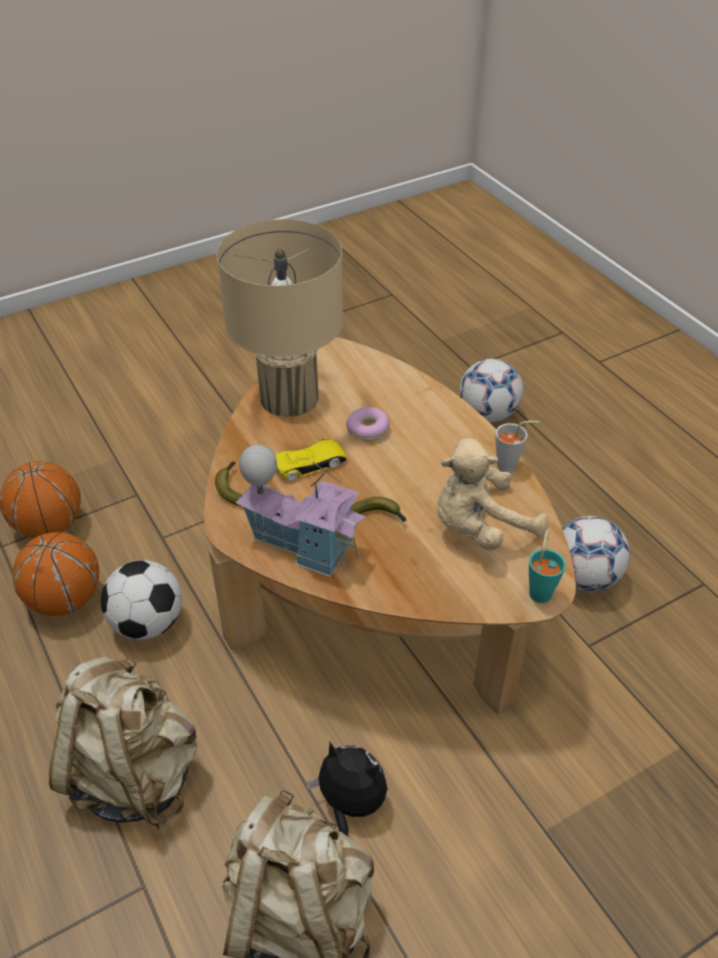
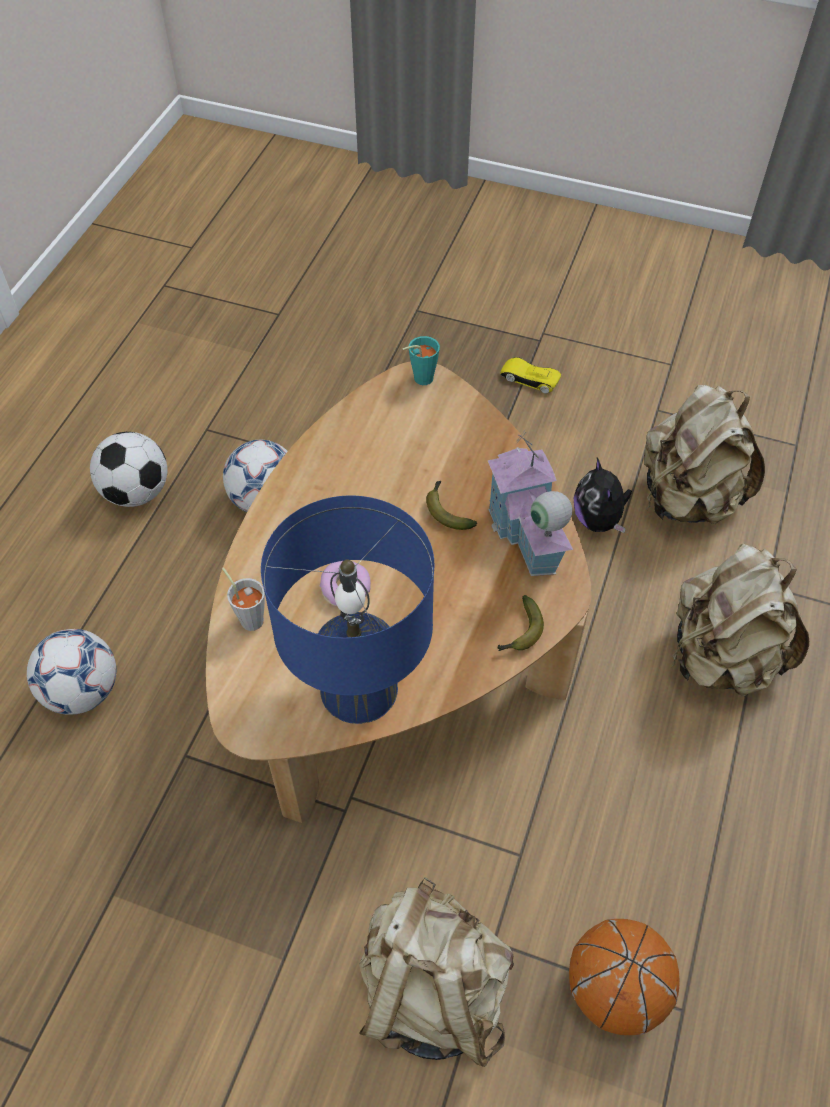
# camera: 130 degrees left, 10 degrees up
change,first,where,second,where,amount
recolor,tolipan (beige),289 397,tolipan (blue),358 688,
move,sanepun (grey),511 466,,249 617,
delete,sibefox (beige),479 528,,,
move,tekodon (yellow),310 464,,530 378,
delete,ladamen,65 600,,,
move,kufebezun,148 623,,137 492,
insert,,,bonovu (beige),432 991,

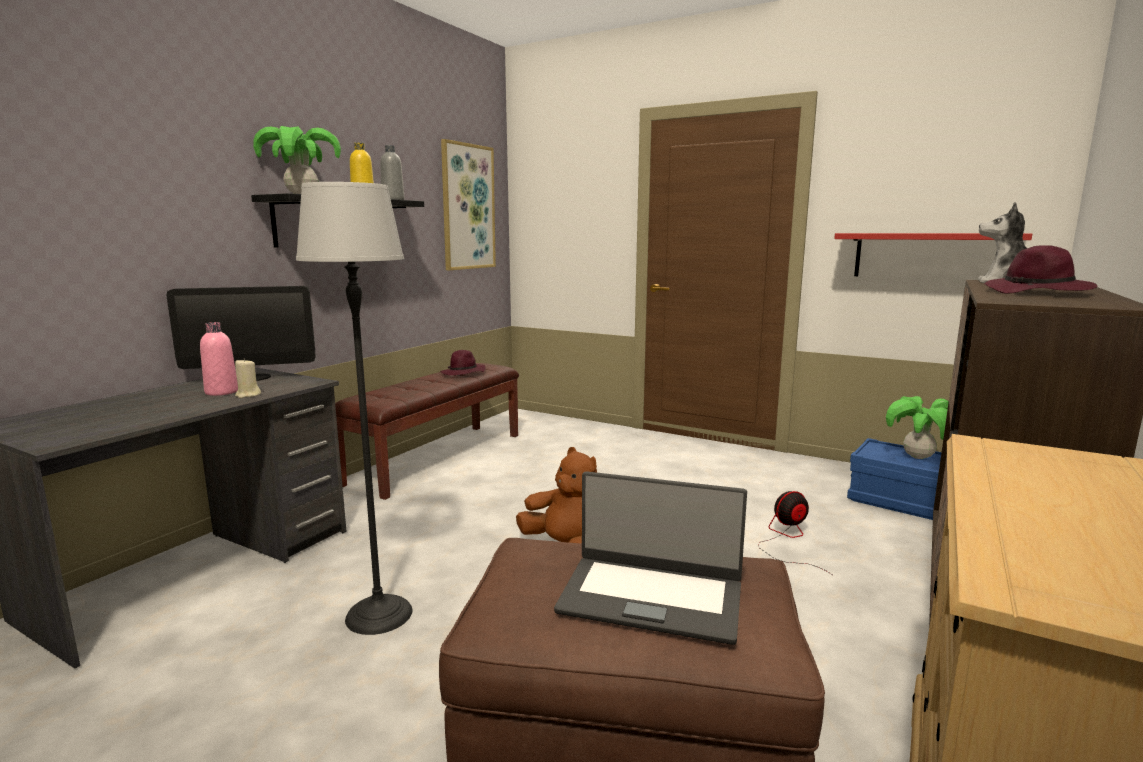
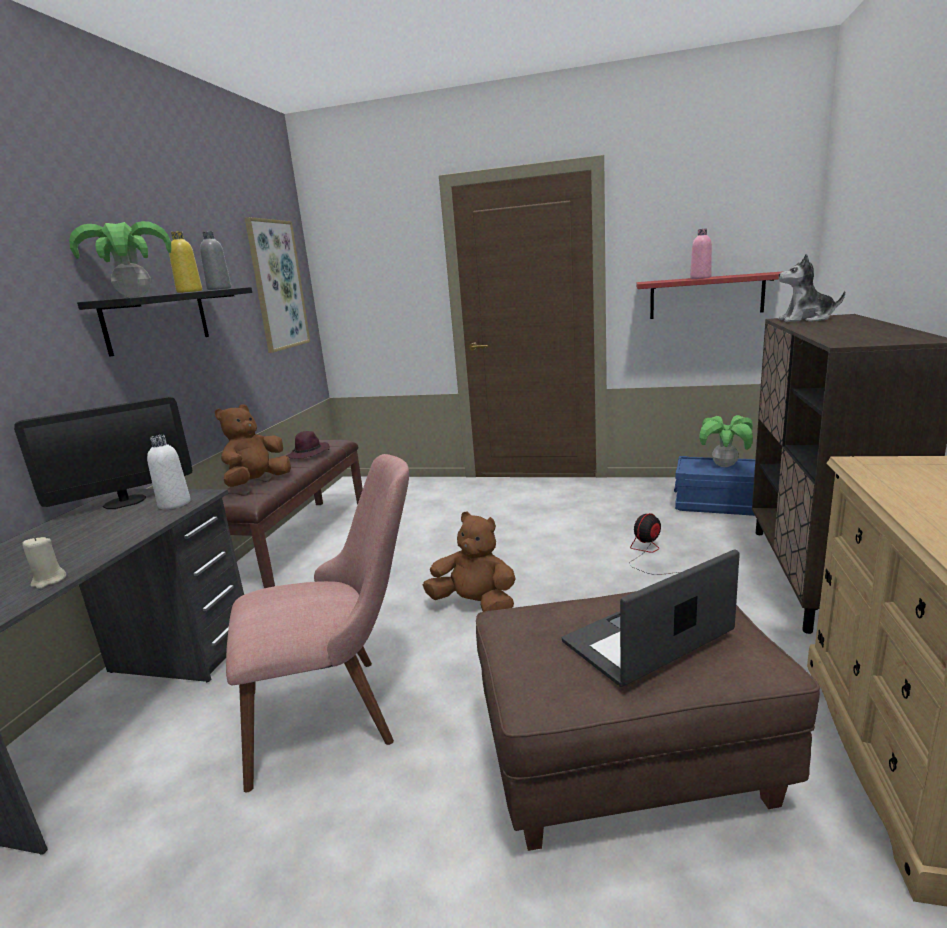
# camera: 15 degrees left, 5 degrees up
change,first,where,second,where,amount
replace,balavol,379 615,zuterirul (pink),339 709,
delete,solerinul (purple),1038 292,,,
move,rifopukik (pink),221 392,,700 278,
move,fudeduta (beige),248 395,,49 581,
rotate,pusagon,651 597,,649 639,150 degrees clockwise
insert,,,sibefox (brown),257 482,
insert,,,rifopukik (white),174 504,

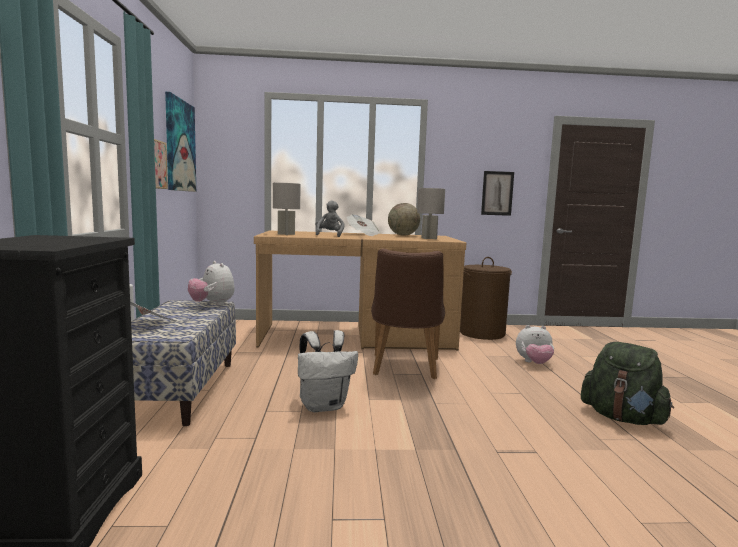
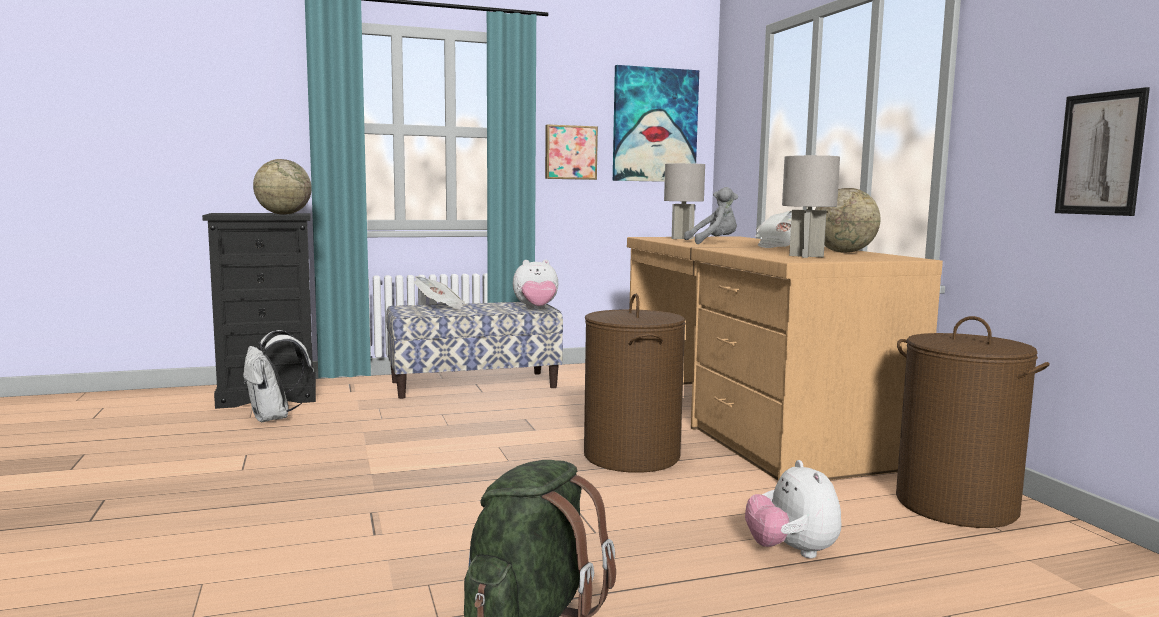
# camera: 75 degrees right, 0 degrees up
change,first,where,second,where,amount
replace,zuterirul (brown),404 368,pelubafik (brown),631 456,
rotate,sibefox,212 304,,536 309,135 degrees counterclockwise
move,bonovu (white),324 406,,274 418,
insert,,,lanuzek,283 214,

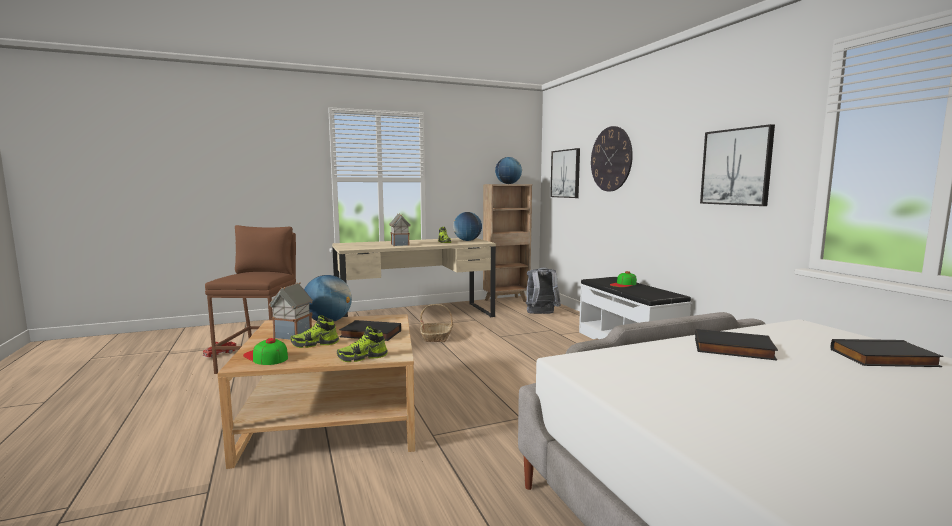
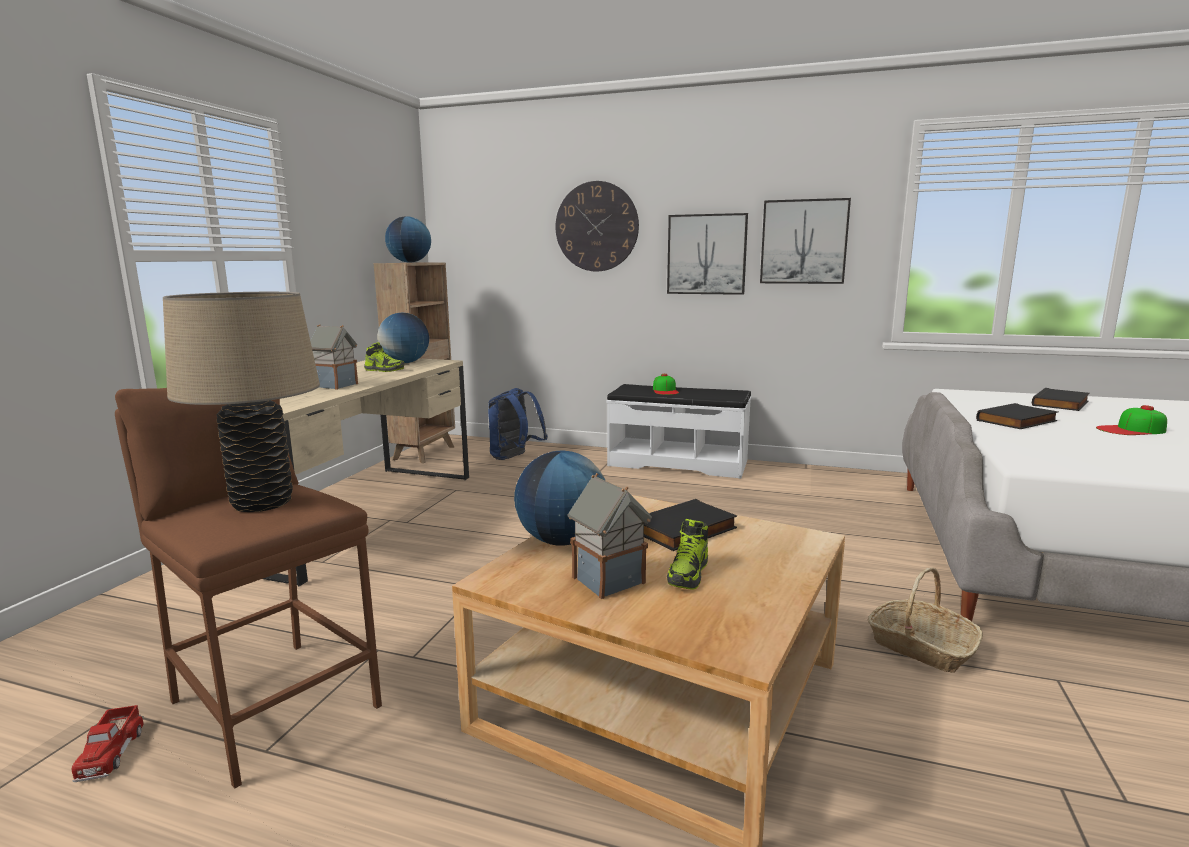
# camera: 50 degrees left, 5 degrees up
change,first,where,second,where,amount
move,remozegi,566 173,,706 254,
recolor,bonovu (grey),541 314,bonovu (blue),515 457,
move,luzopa,437 337,,920 647,
delete,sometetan,362 357,,,
move,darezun,266 356,,1131 430,
insert,,,tolipan (beige),262 503,

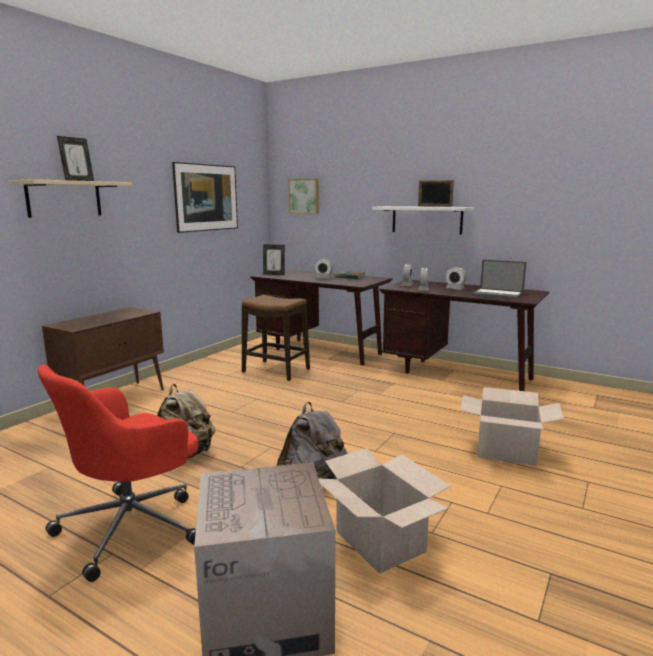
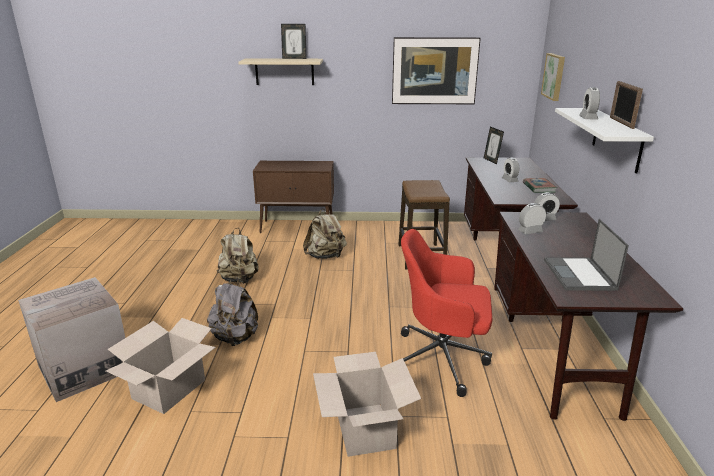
# camera: 60 degrees right, 10 degrees up
change,first,where,second,where,amount
move,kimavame,455 289,,588 118,
move,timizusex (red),133 526,,442 359,
insert,,,bonovu (beige),325 256,

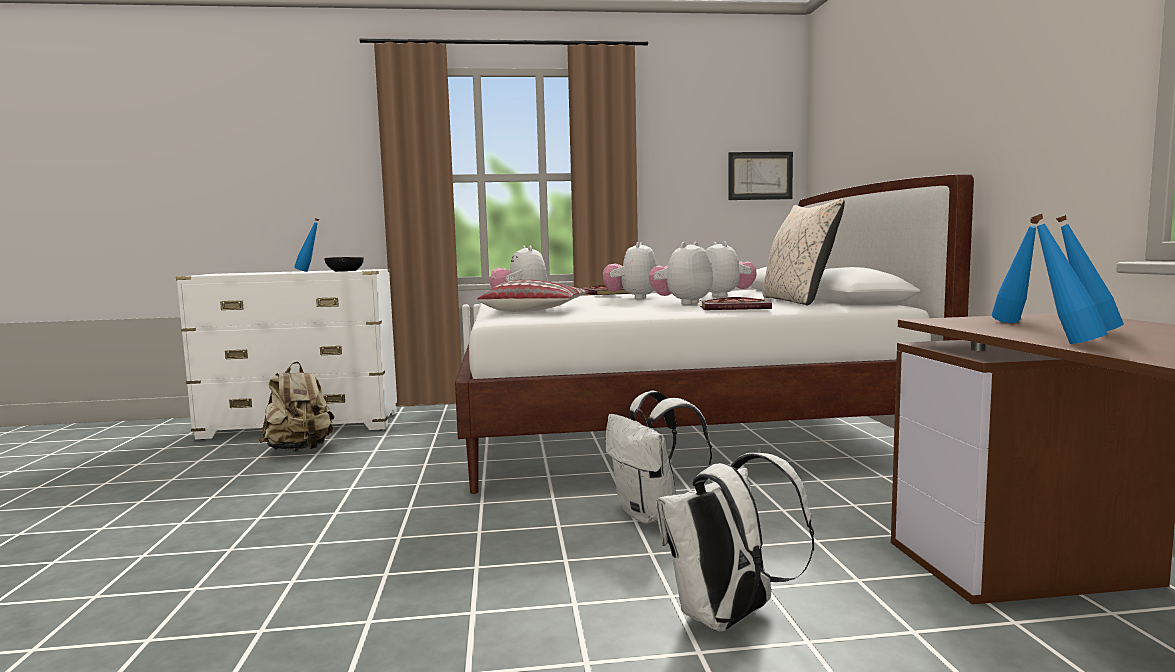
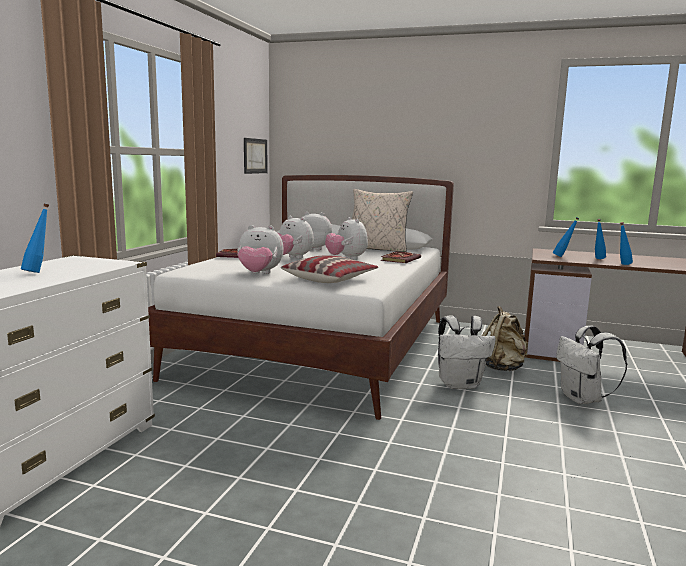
# camera: 65 degrees left, 5 degrees up
change,first,where,second,where,amount
delete,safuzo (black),344 271,,,
move,bonovu (beige),300 450,,503 368,

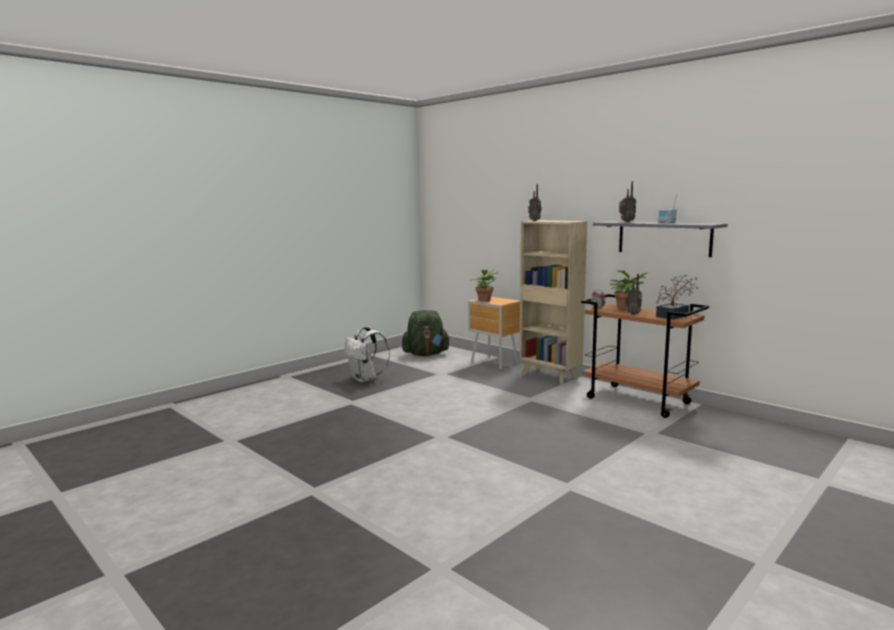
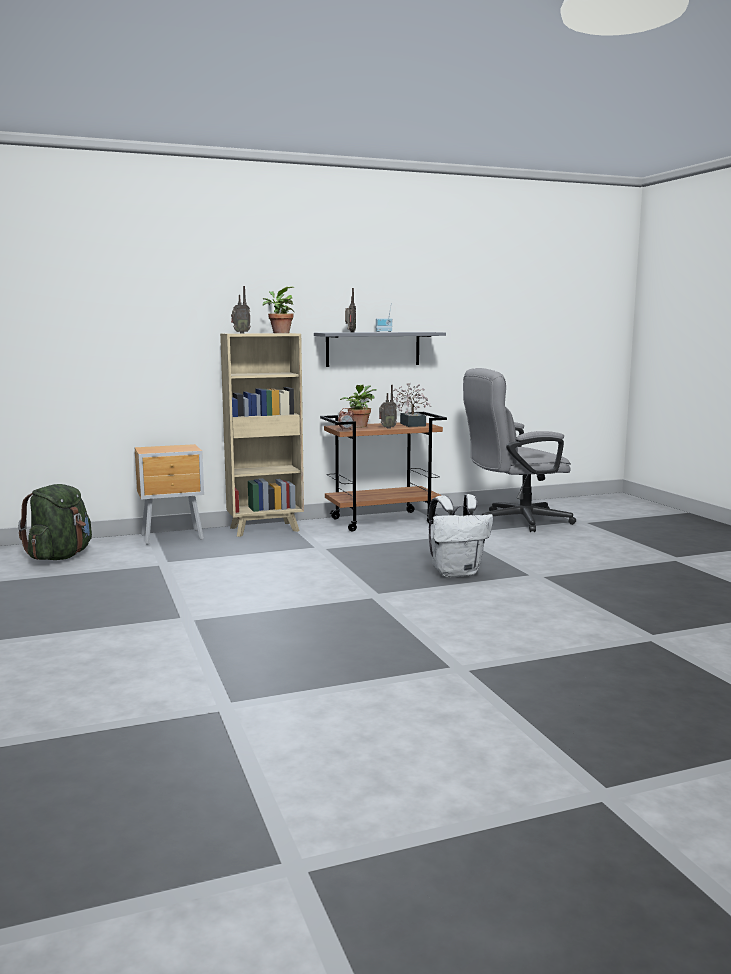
# camera: 65 degrees left, 0 degrees up
change,first,where,second,where,amount
move,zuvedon,484 300,,279 333,
move,bonovu (white),365 379,,456 573,
insert,,,timizusex (grey),514 521,

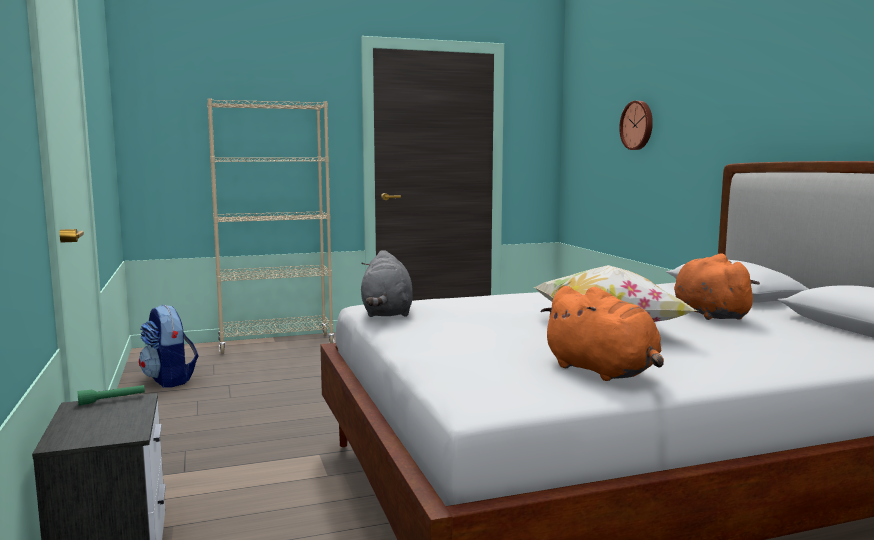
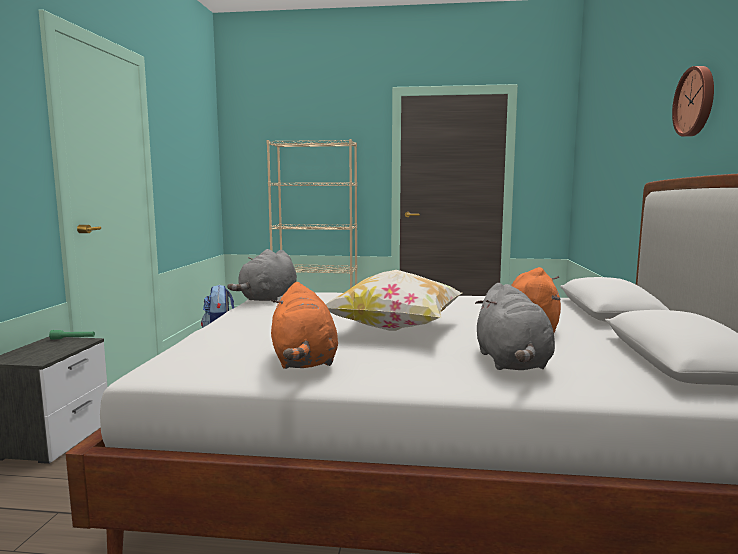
# camera: 25 degrees right, 0 degrees up
change,first,where,second,where,amount
move,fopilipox,638 125,,696 101,
insert,,,sibefox (grey),512 363,

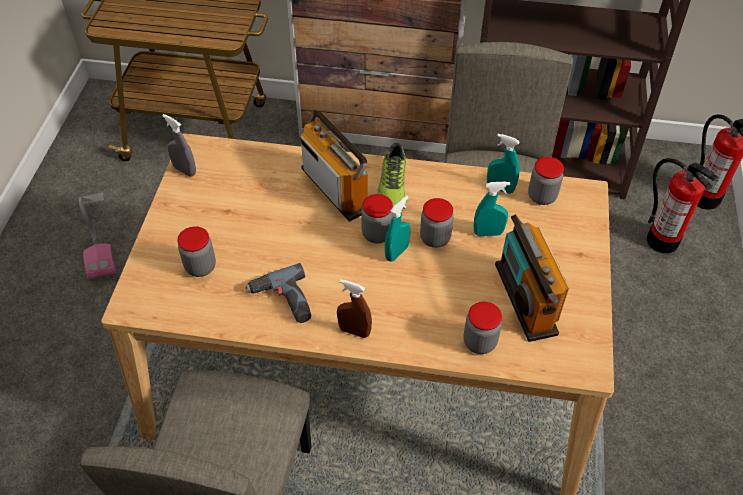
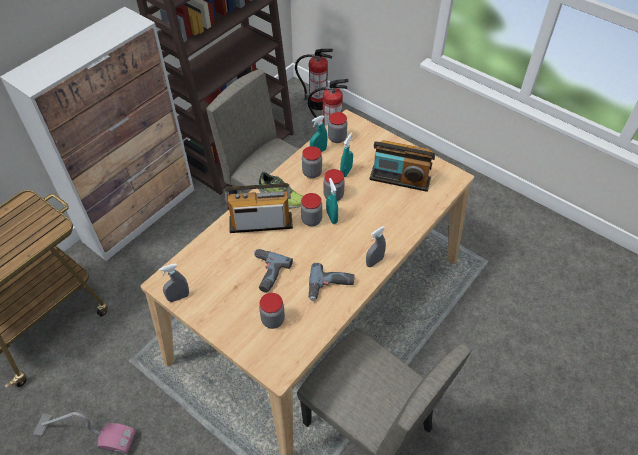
# camera: 60 degrees left, 0 degrees up
change,first,where,second,where,amount
recolor,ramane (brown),354 331,ramane (grey),374 261,
move,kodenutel,479 342,,312 172,
insert,,,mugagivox,266 273,

